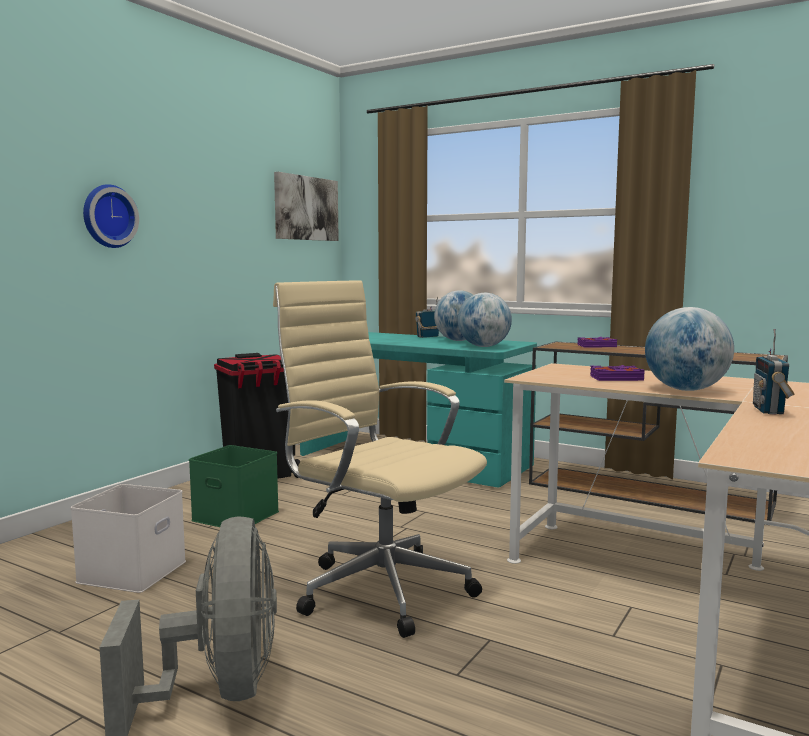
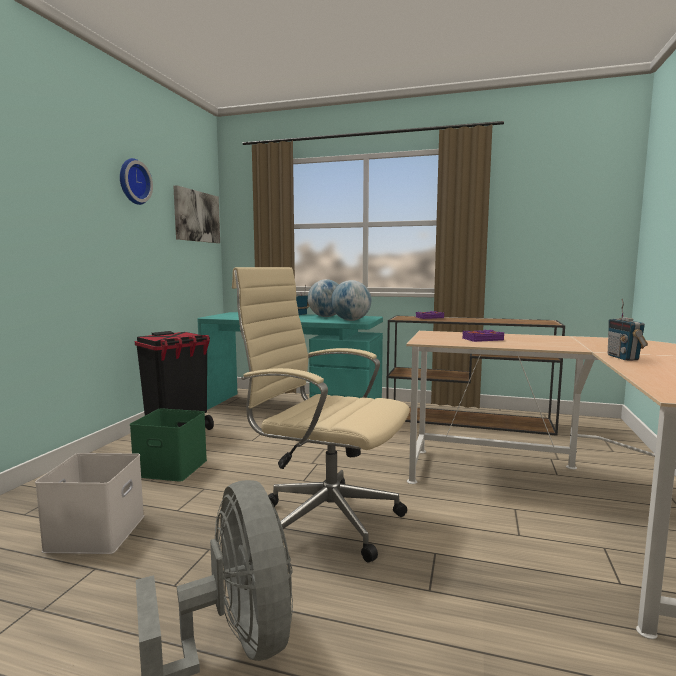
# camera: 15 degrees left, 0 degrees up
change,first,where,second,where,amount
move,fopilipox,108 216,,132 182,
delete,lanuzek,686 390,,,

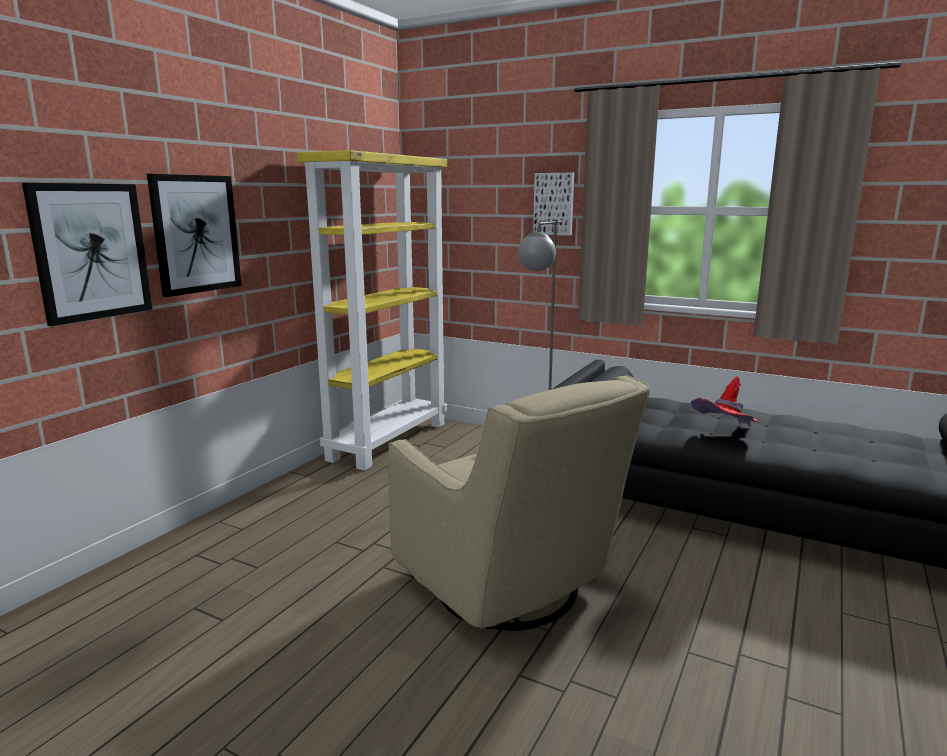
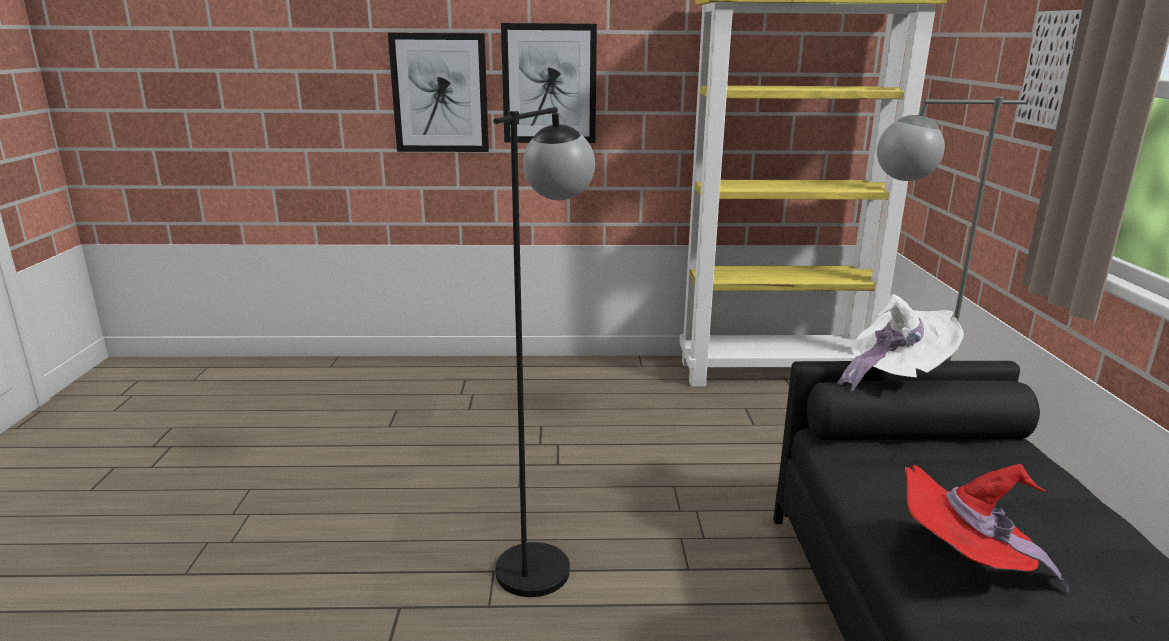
# camera: 60 degrees right, 5 degrees up
change,first,where,second,where,amount
replace,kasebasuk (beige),510 590,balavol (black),544 555,
insert,,,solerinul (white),894 375,

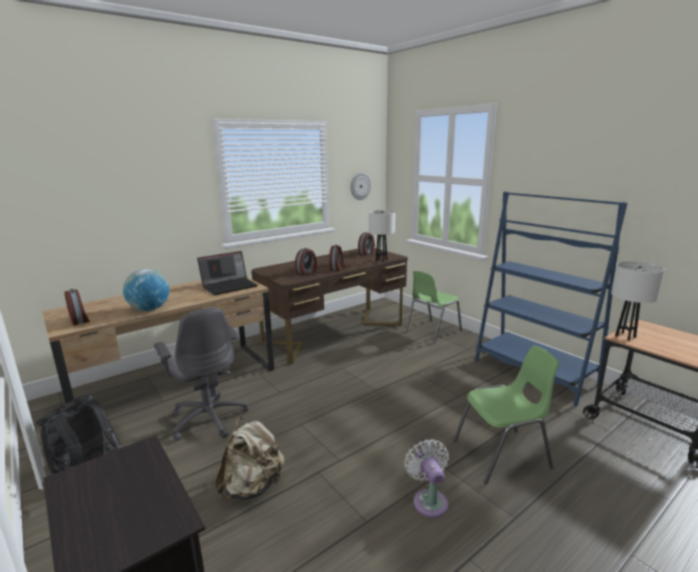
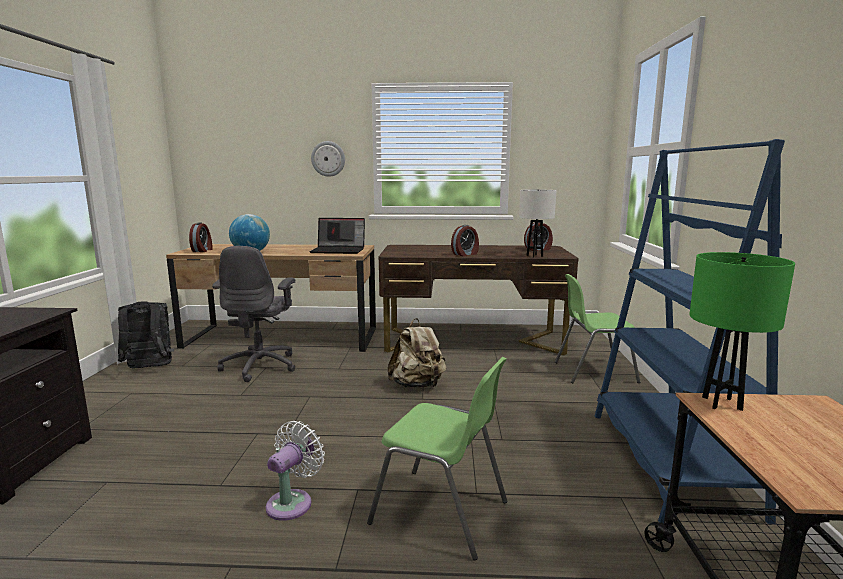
# camera: 40 degrees right, 5 degrees down
change,first,where,second,where,amount
move,fopilipox,360 186,,328 159,
delete,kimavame,307 272,,,
recolor,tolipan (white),625 336,tolipan (green),721 403,
move,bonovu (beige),252 487,,417 385,

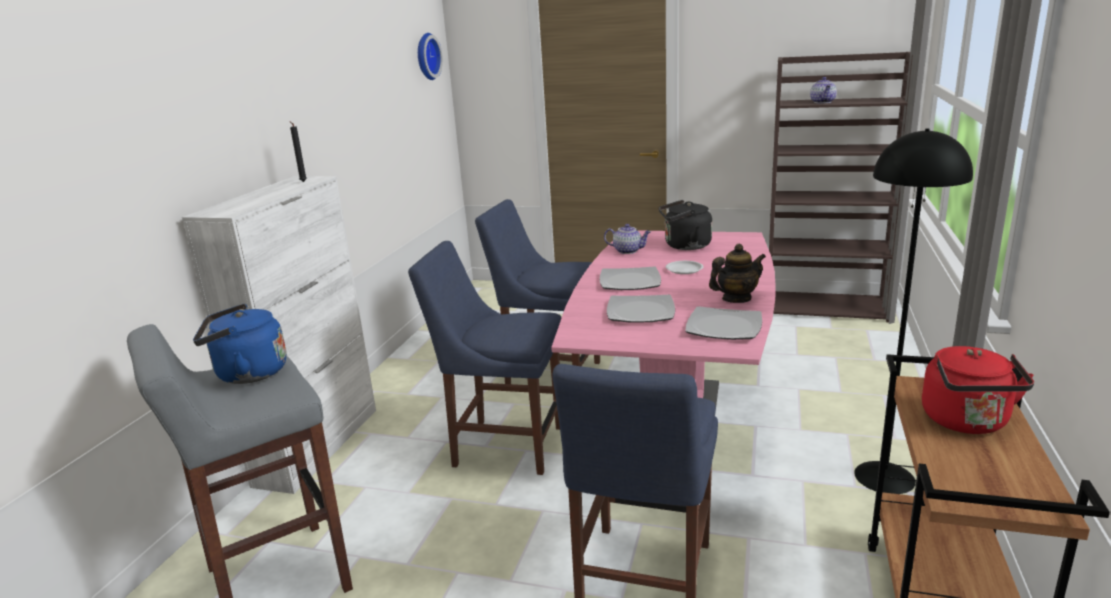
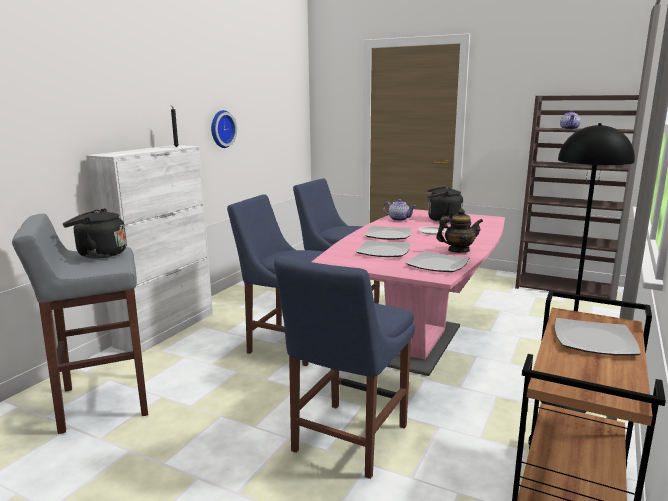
# camera: 10 degrees right, 5 degrees down
change,first,where,second,where,amount
move,fopilipox,426 56,,221 129,
recolor,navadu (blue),247 374,navadu (black),99 254,
replace,navadu (red),967 422,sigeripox,593 340,

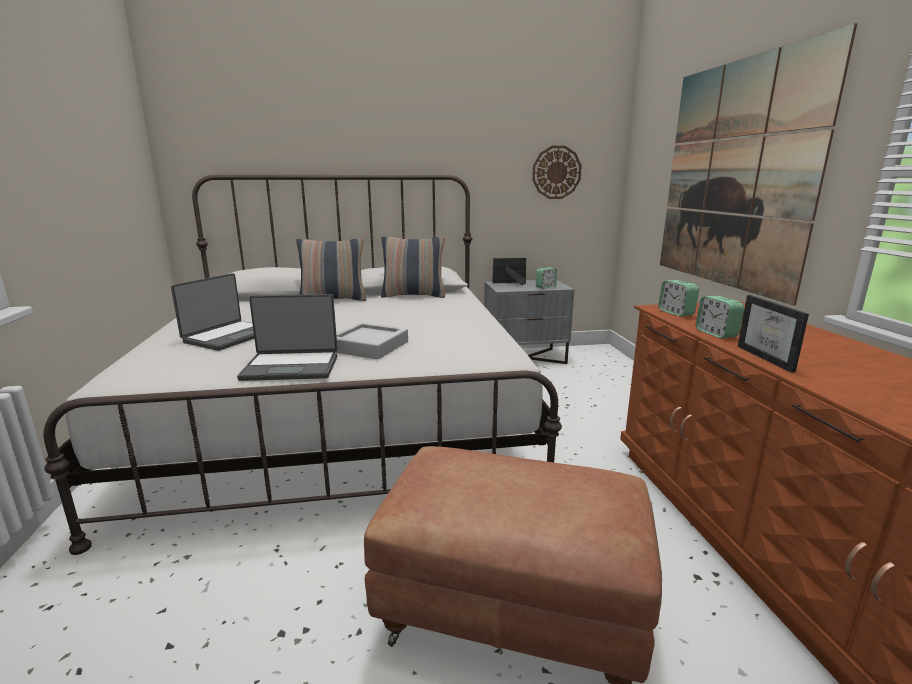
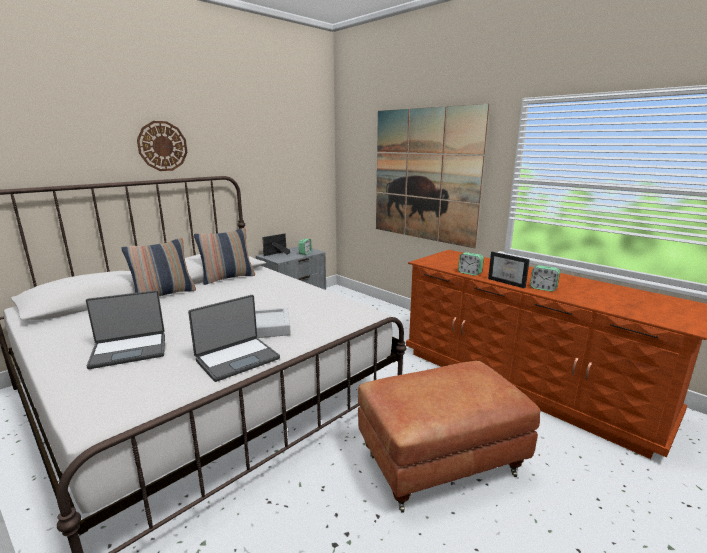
# camera: 35 degrees left, 0 degrees up
change,first,where,second,where,amount
move,fopilipox,556 172,,162 146,
rotate,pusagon,229 336,,129 350,75 degrees clockwise
move,kimavame,676 313,,543 288,

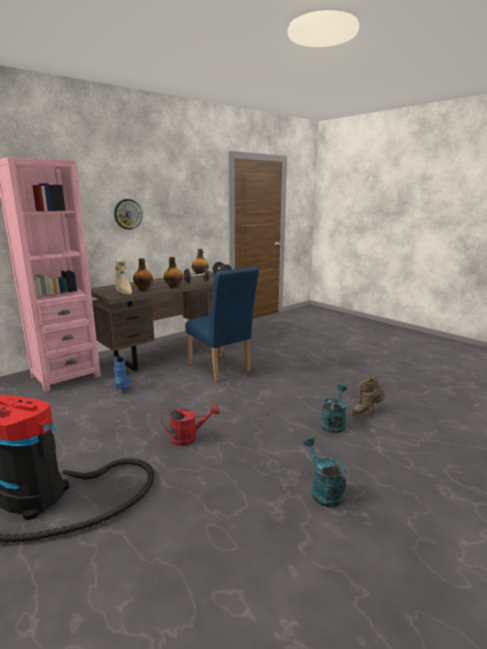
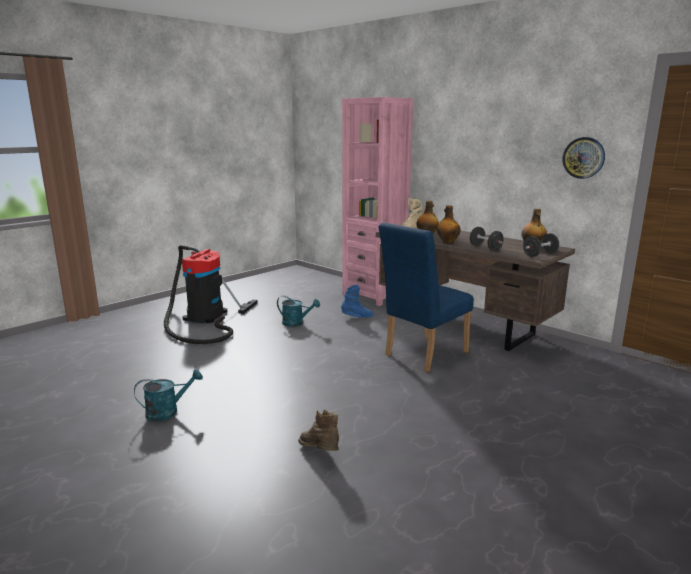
# camera: 85 degrees right, 0 degrees up
change,first,where,second,where,amount
move,fopilipox,127 214,,583 157,
move,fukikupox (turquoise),333 423,,296 323,
delete,fukikupox (red),188 438,,,

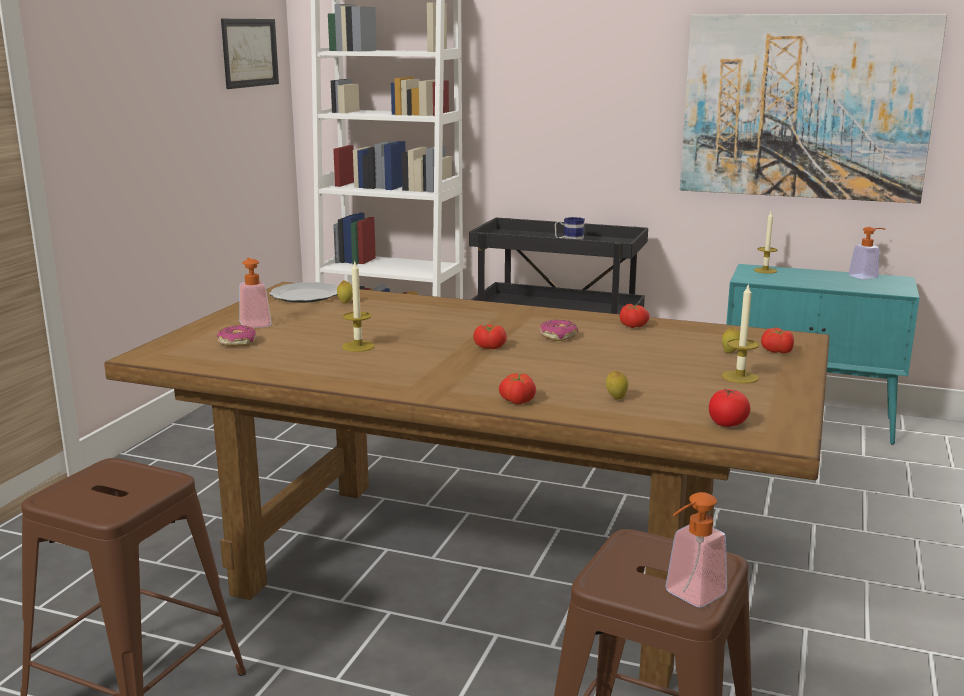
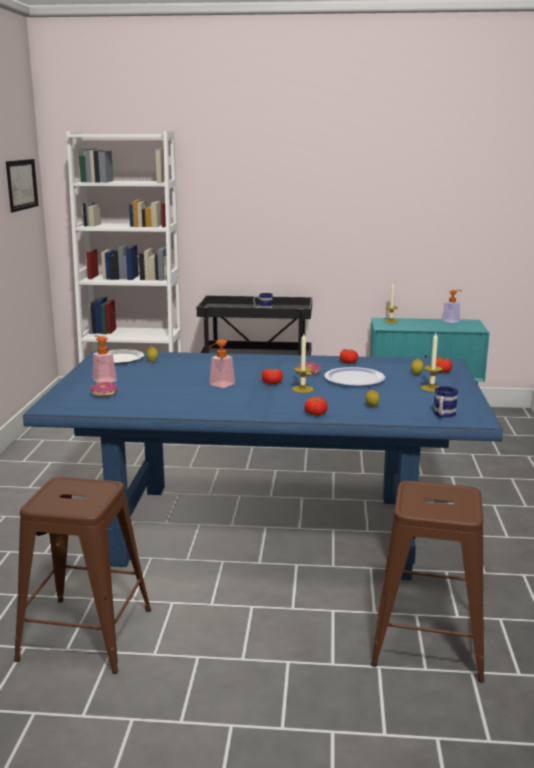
# camera: 15 degrees left, 0 degrees up
change,first,where,second,where,amount
delete,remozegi,804 107,,,
move,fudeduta,358 346,,302 389,
recolor,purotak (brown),478 568,purotak (blue),265 528,
replace,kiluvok,727 424,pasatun,443 415,
move,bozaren,689 596,,219 386,
insert,,,sigeripox,354 378,

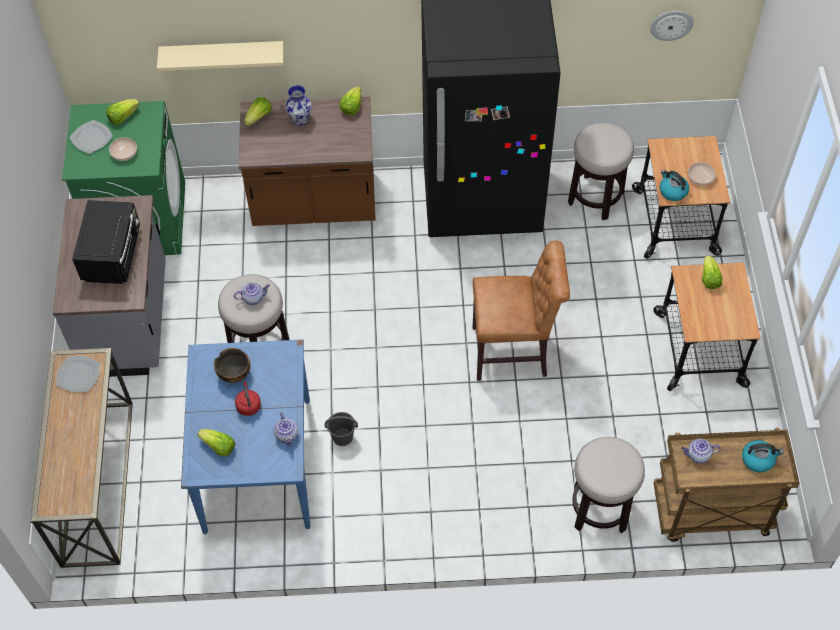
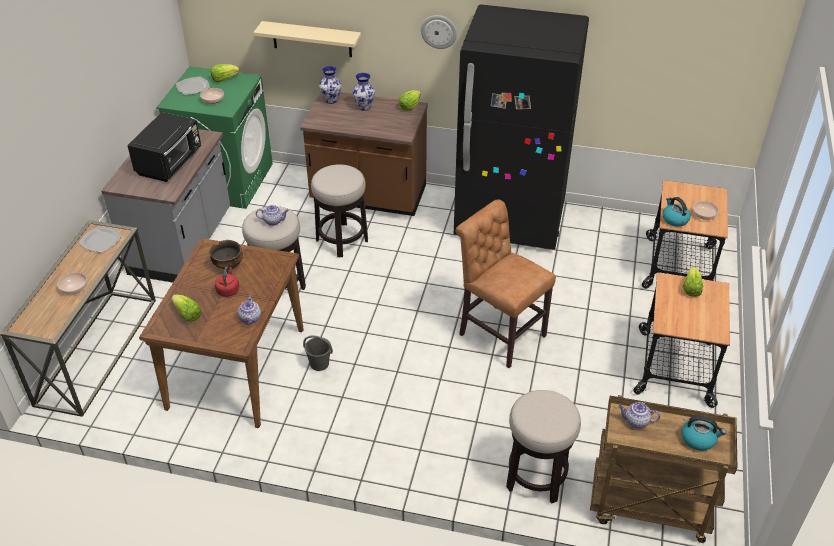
# camera: 15 degrees right, 15 degrees down
change,first,where,second,where,amount
move,fopilipox,671 24,,439 31,
replace,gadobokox,259 117,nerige,331 100,
move,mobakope,595 197,,342 240,
rotate,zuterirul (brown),514 352,,498 333,150 degrees counterclockwise
recolor,purotak (blue),257 462,purotak (brown),237 366,
insert,,,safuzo,73 288,

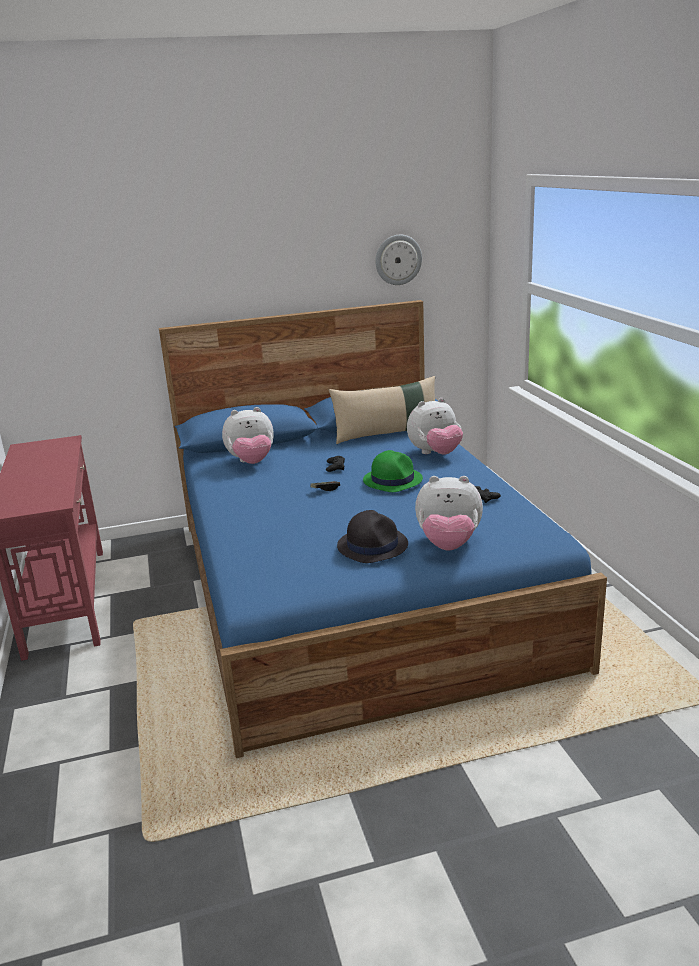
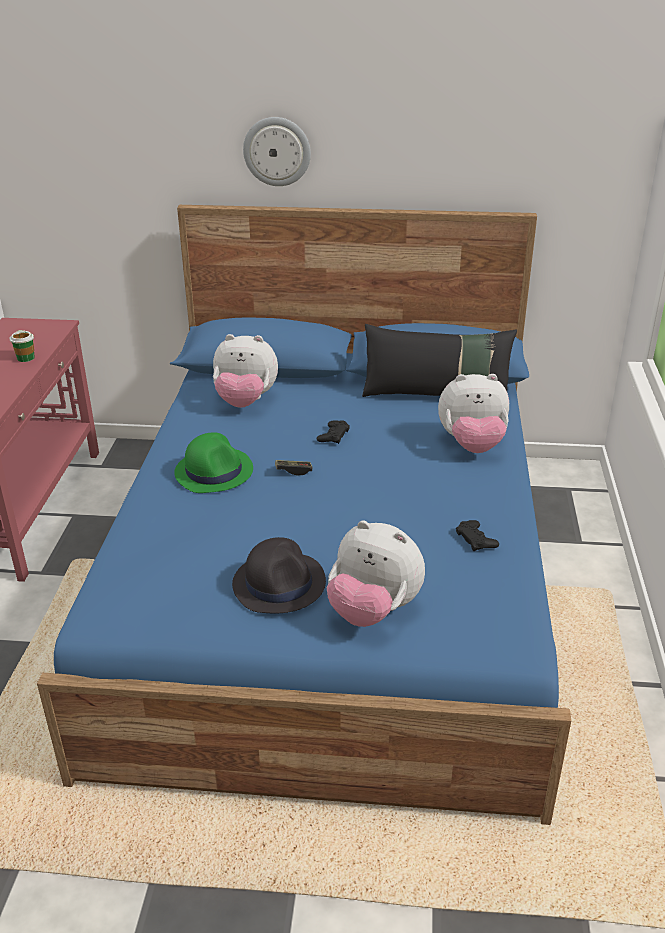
# camera: 20 degrees right, 10 degrees up
change,first,where,second,where,amount
move,fopilipox,398 259,,277 151,
recolor,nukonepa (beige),387 434,nukonepa (black),436 395,
move,solerinul (green),392 480,,214 471,
insert,,,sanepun,26 358,

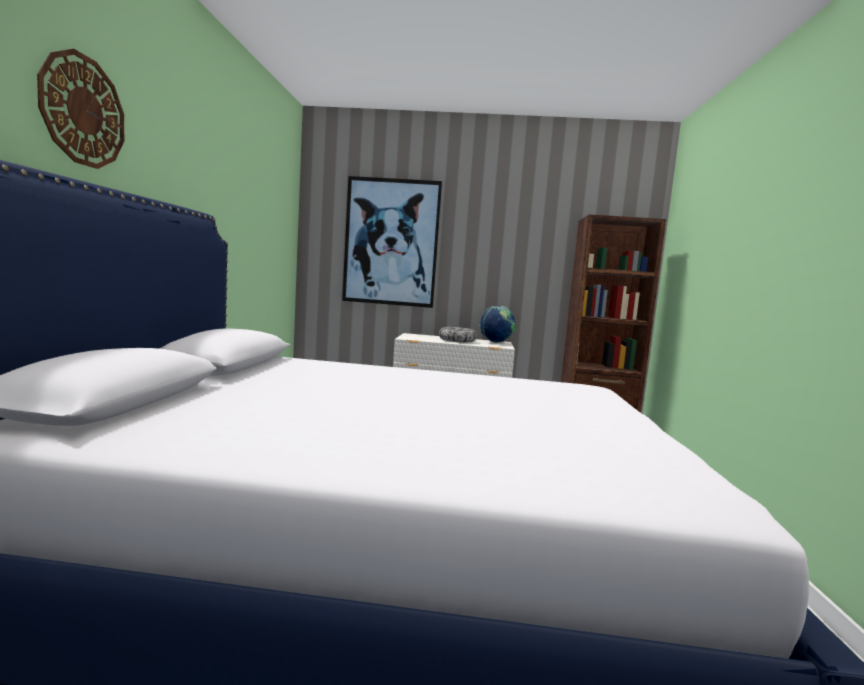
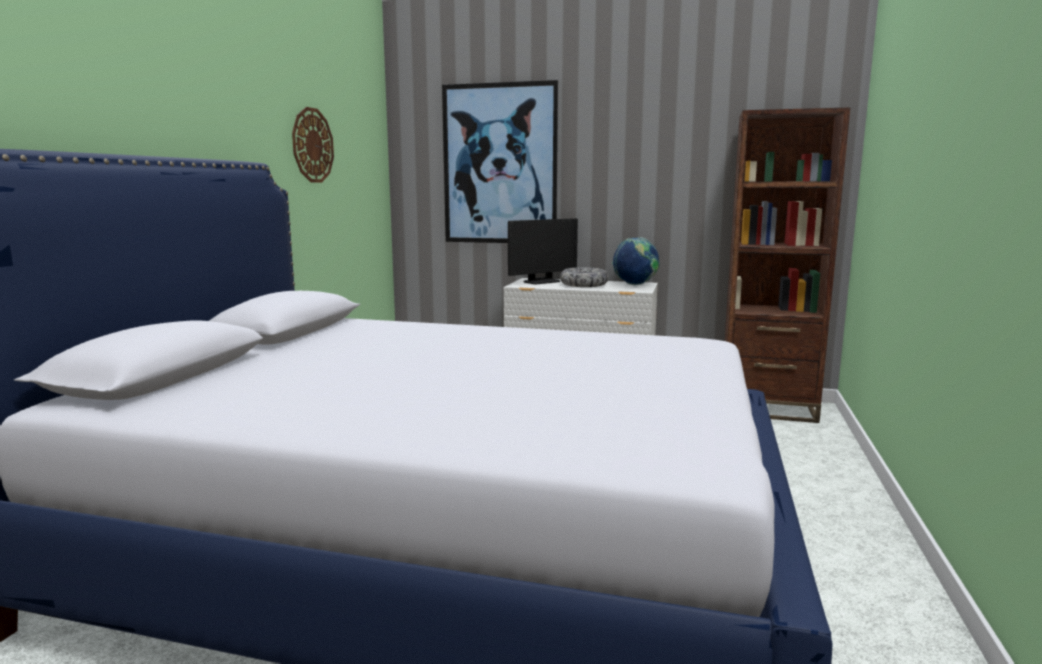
# camera: 10 degrees right, 5 degrees up
change,first,where,second,where,amount
move,fopilipox,83 111,,312 145,
insert,,,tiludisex,541 281,

